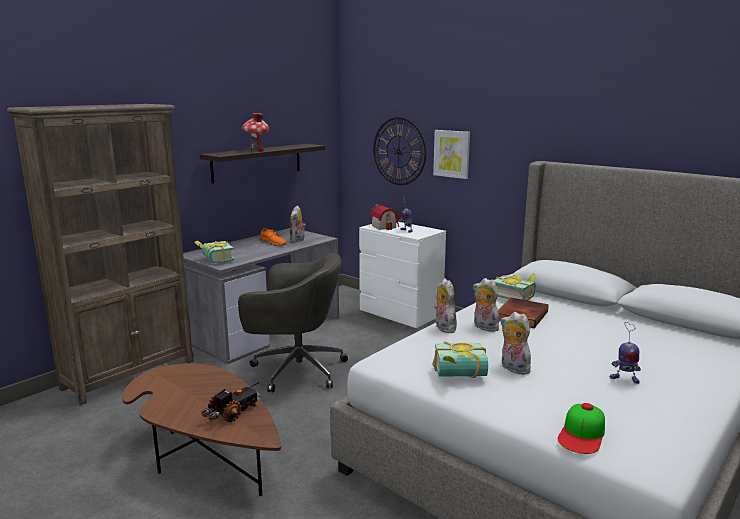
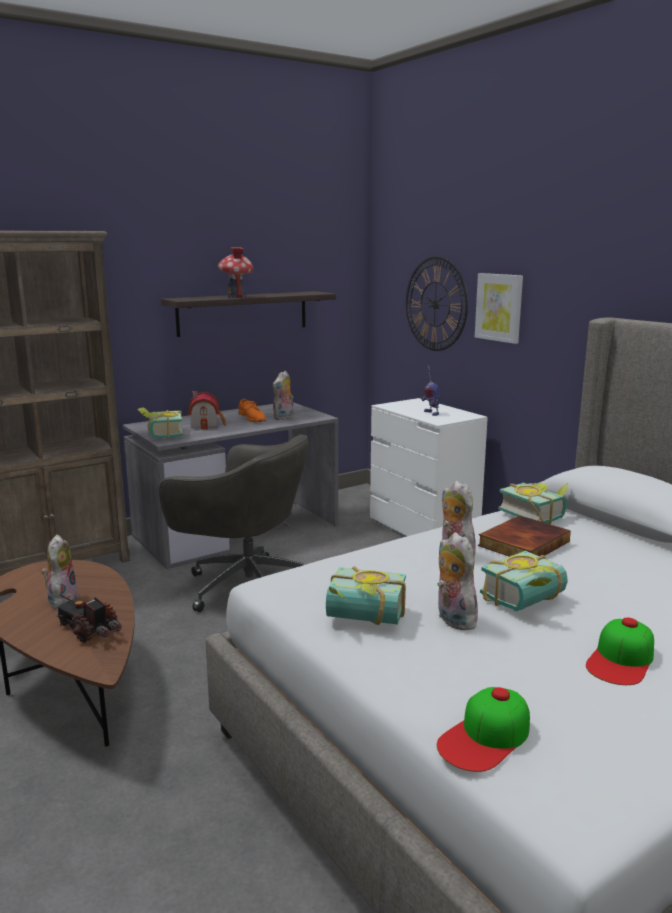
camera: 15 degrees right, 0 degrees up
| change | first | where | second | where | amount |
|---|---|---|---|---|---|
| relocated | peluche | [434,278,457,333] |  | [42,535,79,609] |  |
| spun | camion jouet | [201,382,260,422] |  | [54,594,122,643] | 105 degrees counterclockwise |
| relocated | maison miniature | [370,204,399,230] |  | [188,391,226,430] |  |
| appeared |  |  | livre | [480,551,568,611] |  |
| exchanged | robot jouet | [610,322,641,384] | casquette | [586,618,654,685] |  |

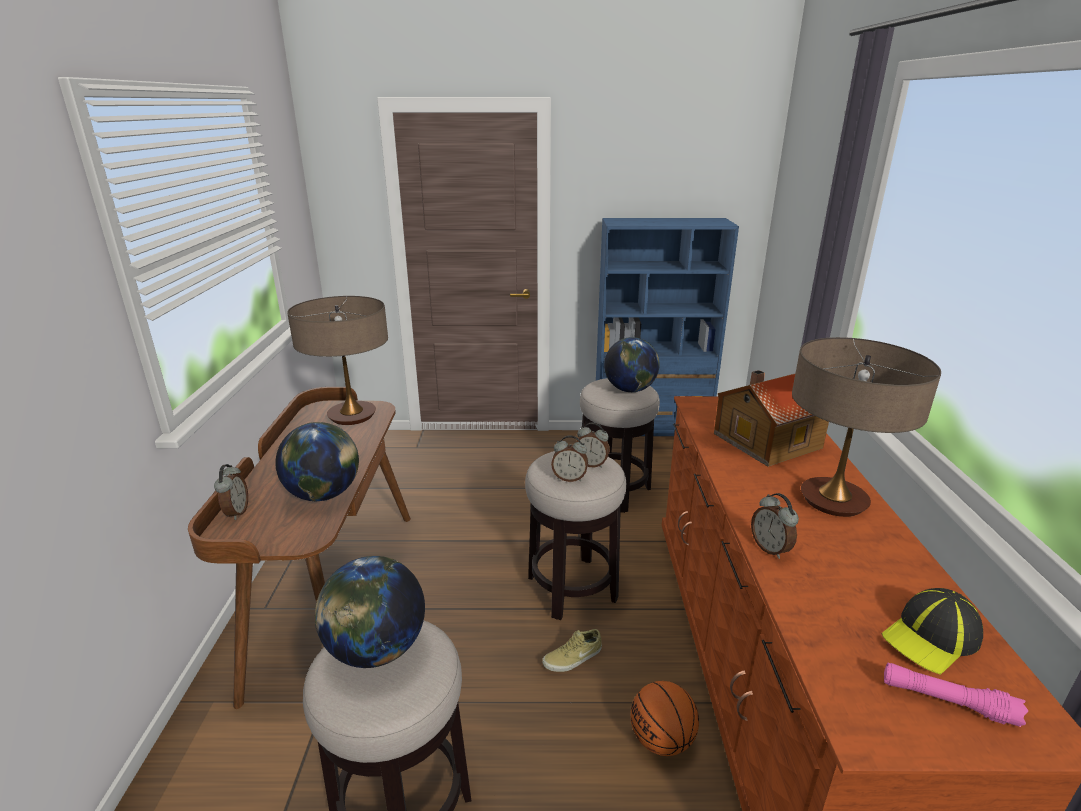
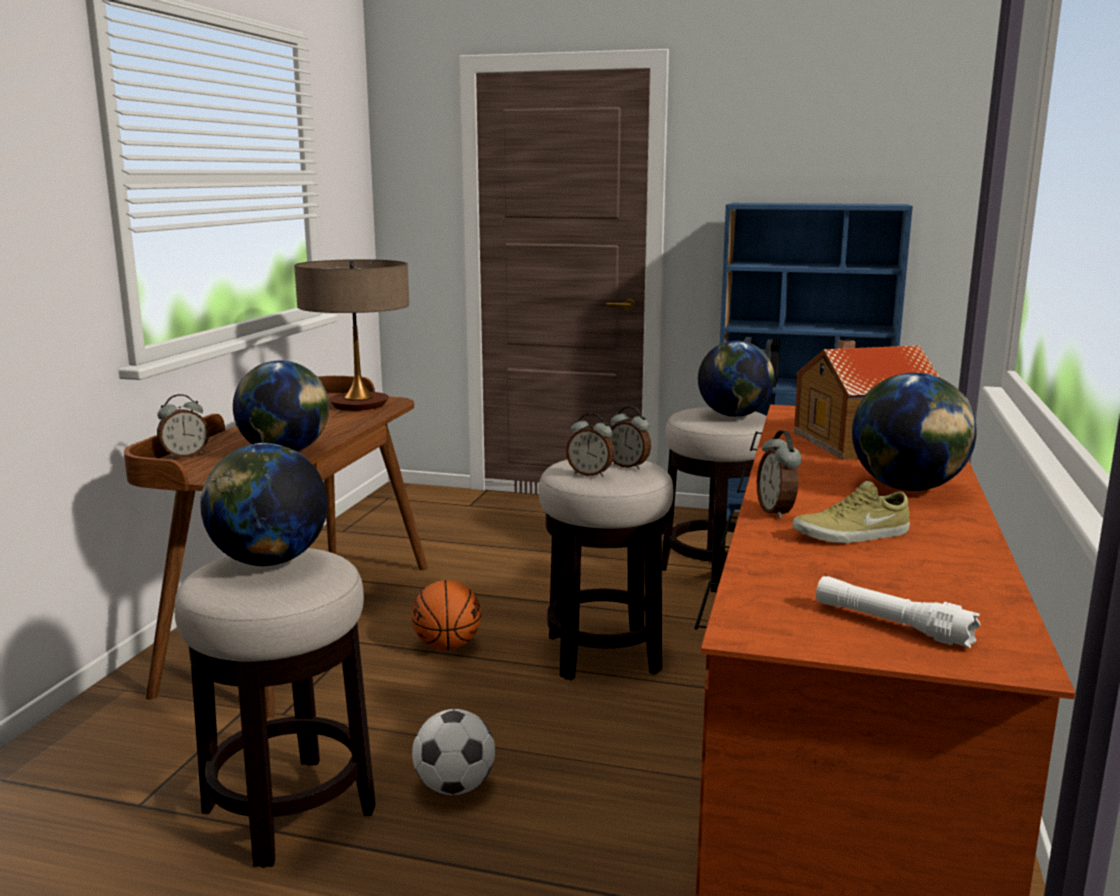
camera: 15 degrees right, 10 degrees down
| change | first | where | second | where | amount |
|---|---|---|---|---|---|
| spun | réveil | [214,464,248,520] |  | [157,394,209,459] | 45 degrees clockwise |
| relocated | ballon de basket | [630,681,699,756] |  | [412,580,481,650] |  |
| appeared |  |  | ballon de foot | [412,709,495,795] |  |
| relocated | chaussure (beige) | [542,629,602,672] |  | [792,481,910,543] |  |
| colour | lampe de poche (rose) | [884,663,1028,727] | lampe de poche (blanc) | [816,576,981,648] |  |
| exchanged | lampe de table | [792,337,941,517] | globe | [852,373,977,492] |  |
| missing | casquette | [882,588,983,675] |  |  |  |

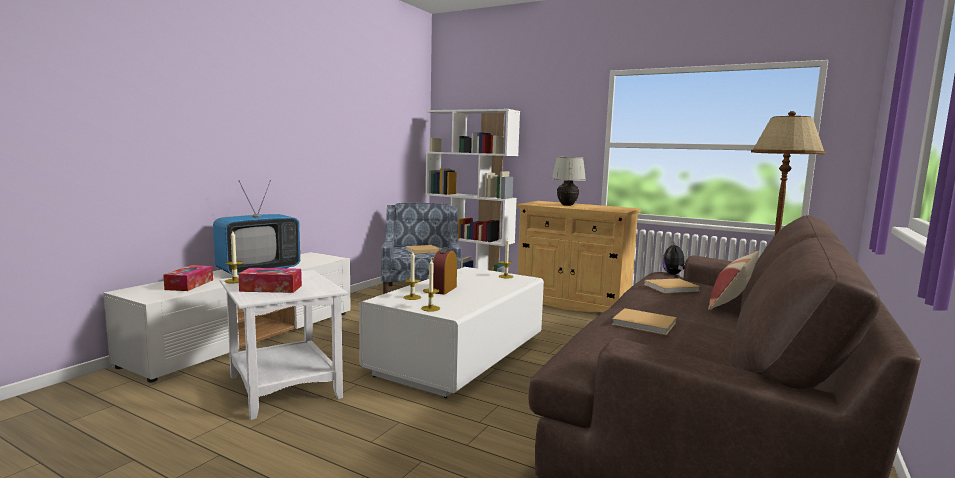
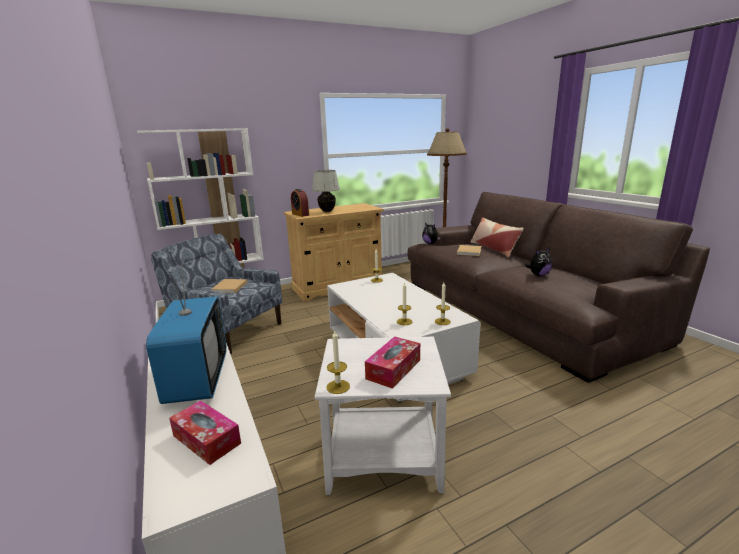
camera: 55 degrees left, 10 degrees up
| change | first | where | second | where | amount |
|---|---|---|---|---|---|
| relocated | réveil | [433,248,457,295] |  | [291,189,309,217] |  |
| exchanged | livre (beige) | [612,308,676,335] | peluche | [525,248,552,276] |  |

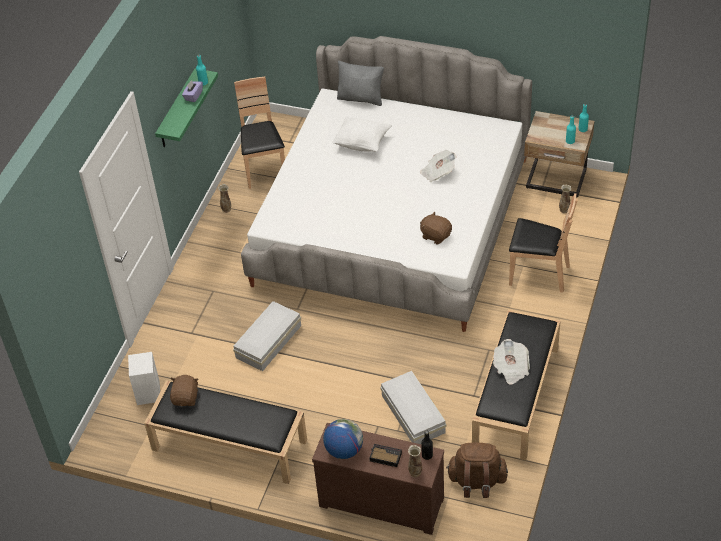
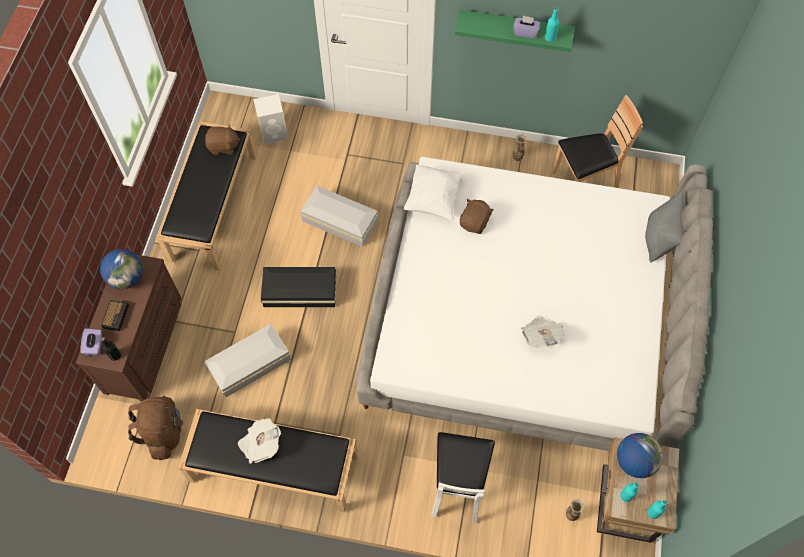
camera: 80 degrees right, 15 degrees up
| change | first | where | second | where | amount |
|---|---|---|---|---|---|
| exchanged | vase | [408,445,422,477] | boîte à mouchoirs (violet) | [81,329,102,356] |  |
| appeared |  |  | boîte de rangement (noir) | [261,267,336,307] |  |
| relocated | coussin (blanc) | [332,117,392,152] |  | [404,165,464,221] |  |
| colour | chaise (marron) | [509,193,578,293] | chaise (blanc) | [431,432,495,524] |  |
| relocated | peluche (marron) | [420,211,452,245] |  | [460,199,493,234] |  |
| appeared |  |  | globe | [617,433,663,478] |  |

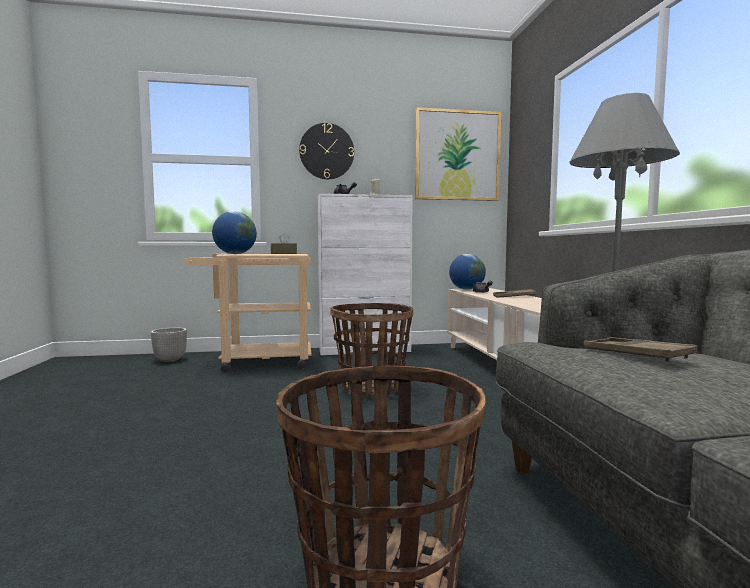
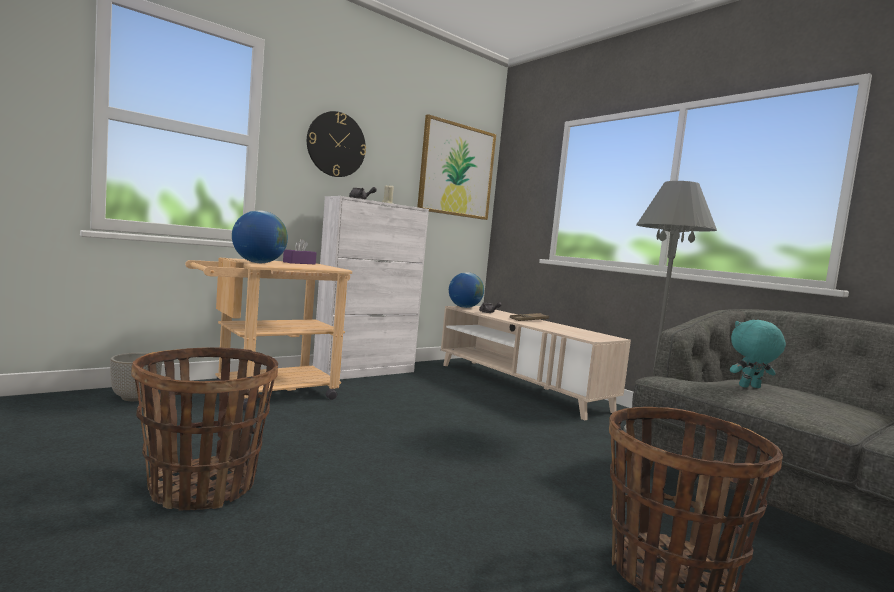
camera: 30 degrees left, 0 degrees up
| change | first | where | second | where | amount |
|---|---|---|---|---|---|
| relocated | panier | [330,303,413,398] |  | [131,347,278,510] |  |
| colour | boîte à mouchoirs (marron) | [271,233,297,254] | boîte à mouchoirs (violet) | [283,239,317,264] |  |
| exchanged | plateau (marron) | [583,337,697,362] | peluche (turquoise) | [730,320,786,388] |  |

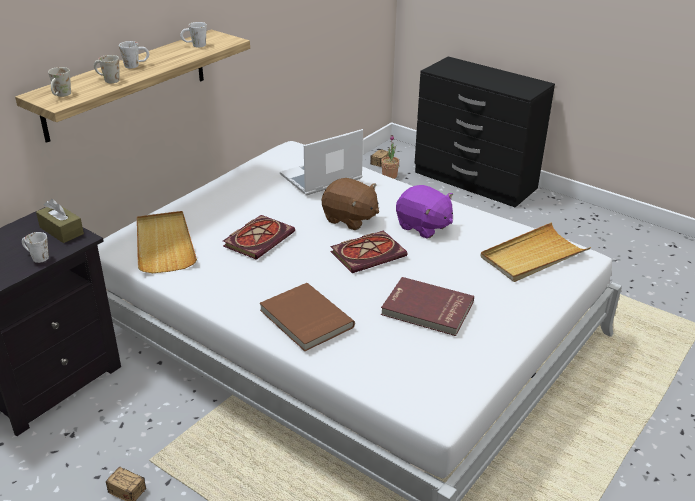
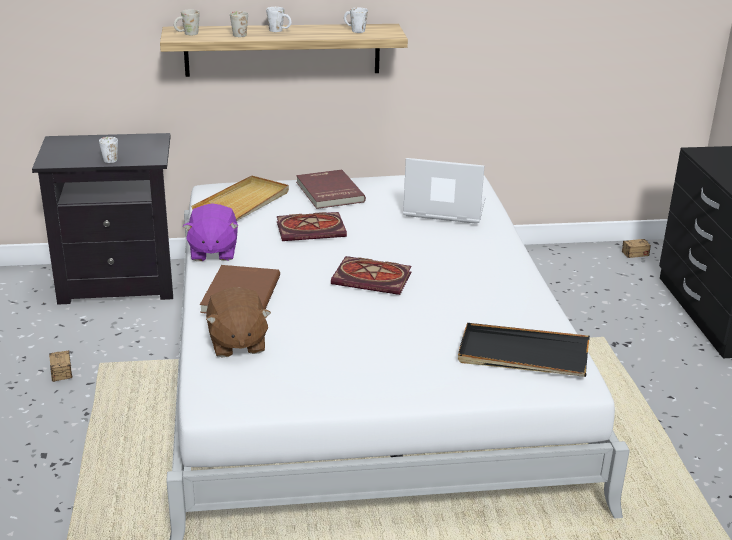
camera: 45 degrees right, 5 degrees down
| change | first | where | second | where | amount |
|---|---|---|---|---|---|
| relocated | peluche (violet) | [396,185,453,239] |  | [183,203,238,261] |  |
| relocated | peluche (marron) | [322,178,379,230] |  | [206,287,271,357] |  |
| relocated | livre (rouge) | [381,277,474,336] |  | [296,170,366,209] |  |
| colour | plateau (beige) | [480,222,591,282] | plateau (noir) | [458,323,590,377] |  |
| missing | boîte à mouchoirs (marron) | [36,199,84,243] |  |  |  |
| missing | plante en pot | [381,135,399,179] |  |  |  |

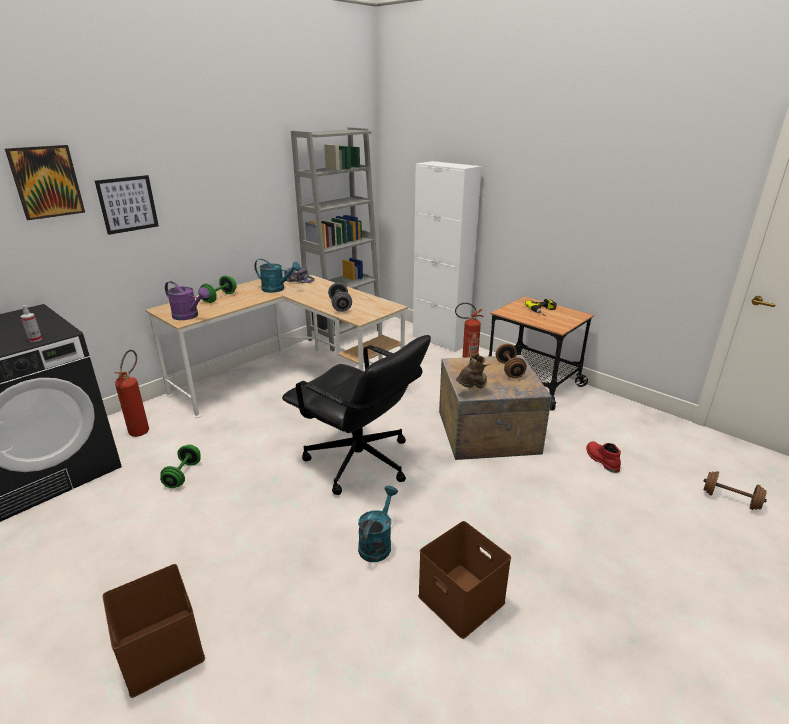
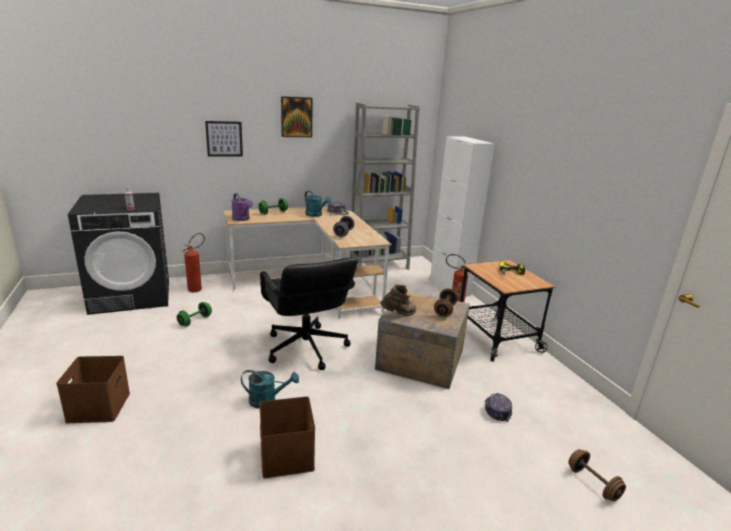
camera: 25 degrees right, 5 degrees down
| change | first | where | second | where | amount |
|---|---|---|---|---|---|
| spun | arrosoir (turquoise) | [358,486,398,562] |  | [241,370,299,408] | 45 degrees clockwise |
| relocated | tableau | [5,145,85,220] |  | [281,96,313,137] |  |
| exchanged | botte (rouge) | [586,441,621,473] | casquette | [485,393,512,422] |  |

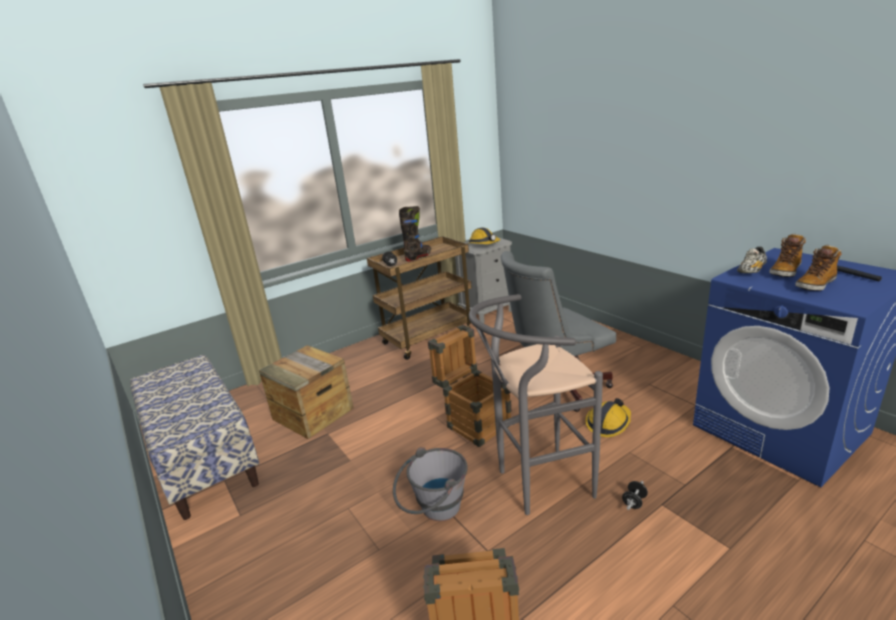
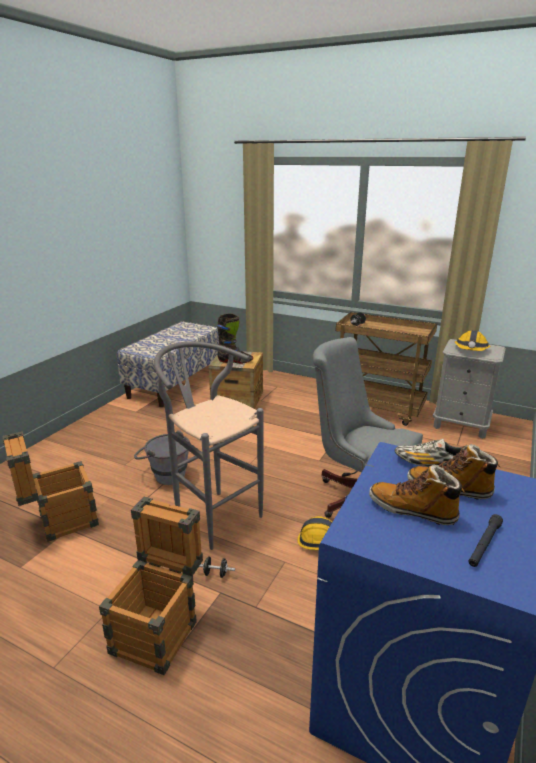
camera: 60 degrees right, 0 degrees up
| change | first | where | second | where | amount |
|---|---|---|---|---|---|
| relocated | caisse | [428,325,512,447] |  | [99,497,203,675] |  |
| relocated | botte (noir) | [399,206,431,262] |  | [217,313,253,364] |  |

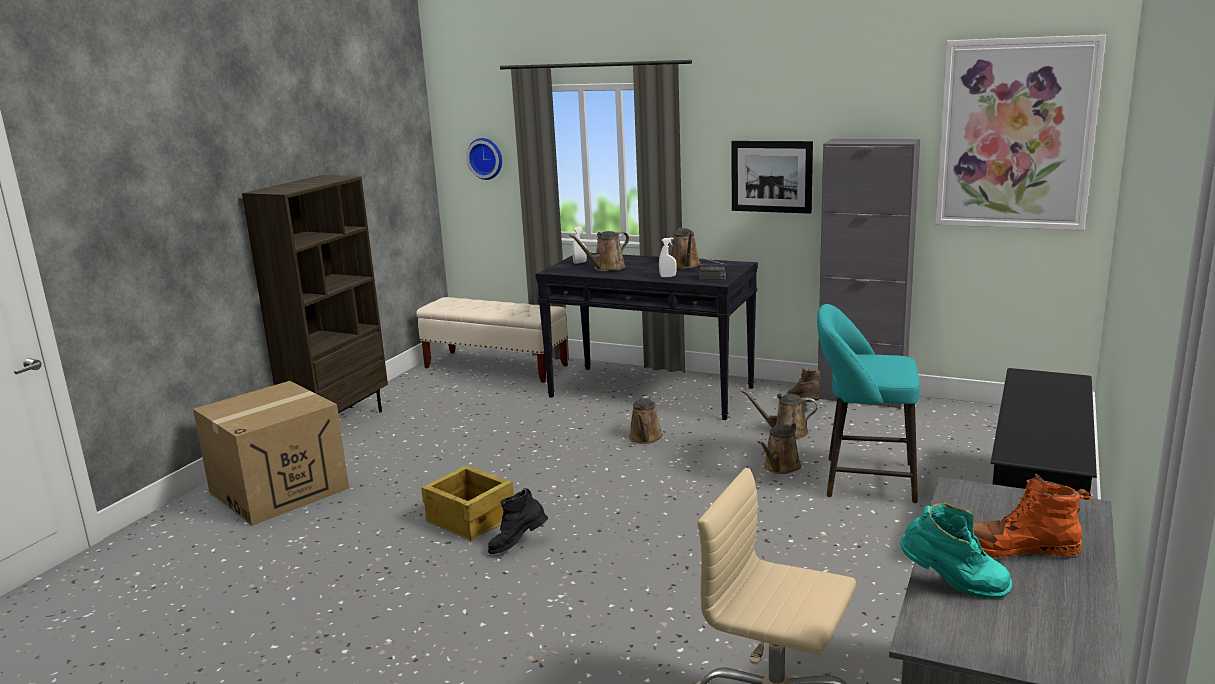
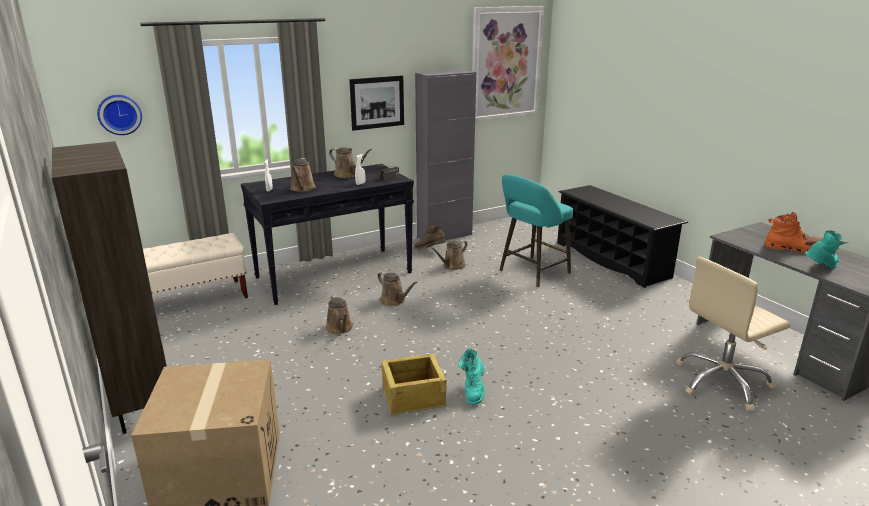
camera: 55 degrees left, 5 degrees up
| change | first | where | second | where | amount |
|---|---|---|---|---|---|
| relocated | arrosoir (marron) | [758,422,801,474] |  | [326,295,353,334] |  |
| colour | botte (noir) | [488,488,548,554] | botte (turquoise) | [458,348,485,405] |  |
| spun | botte (orange) | [973,473,1091,558] |  | [764,212,823,253] | 120 degrees counterclockwise |

